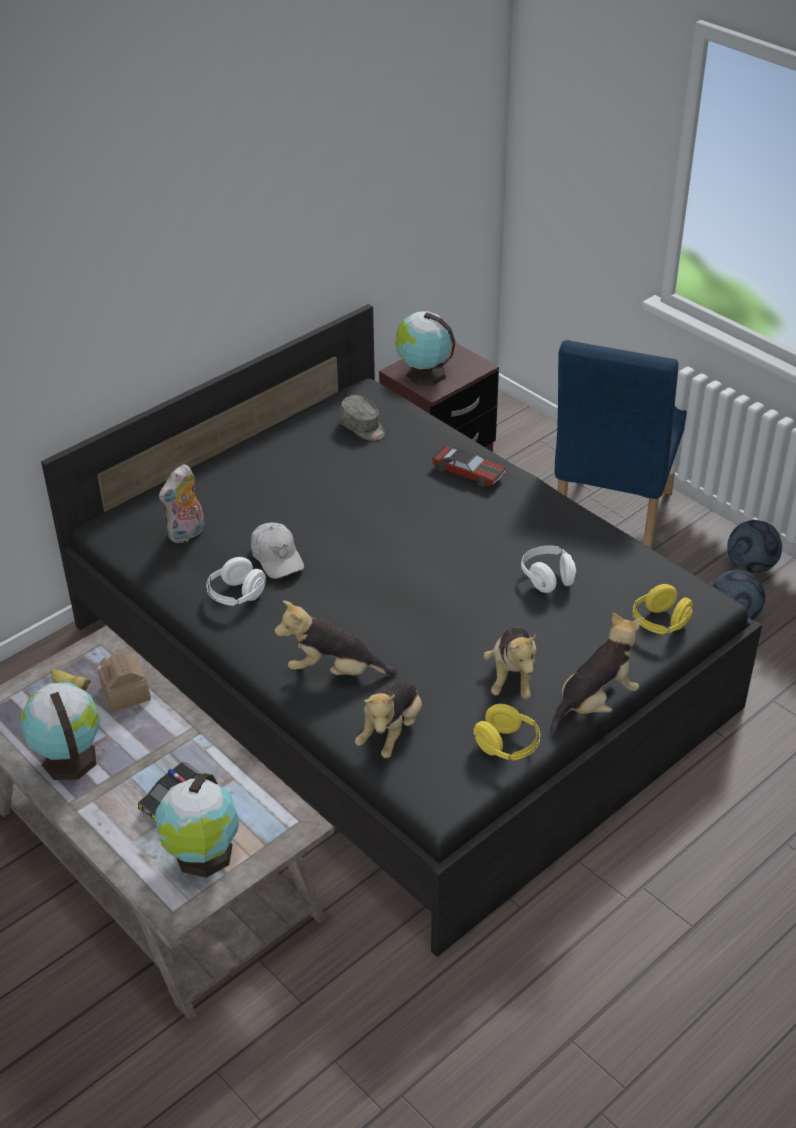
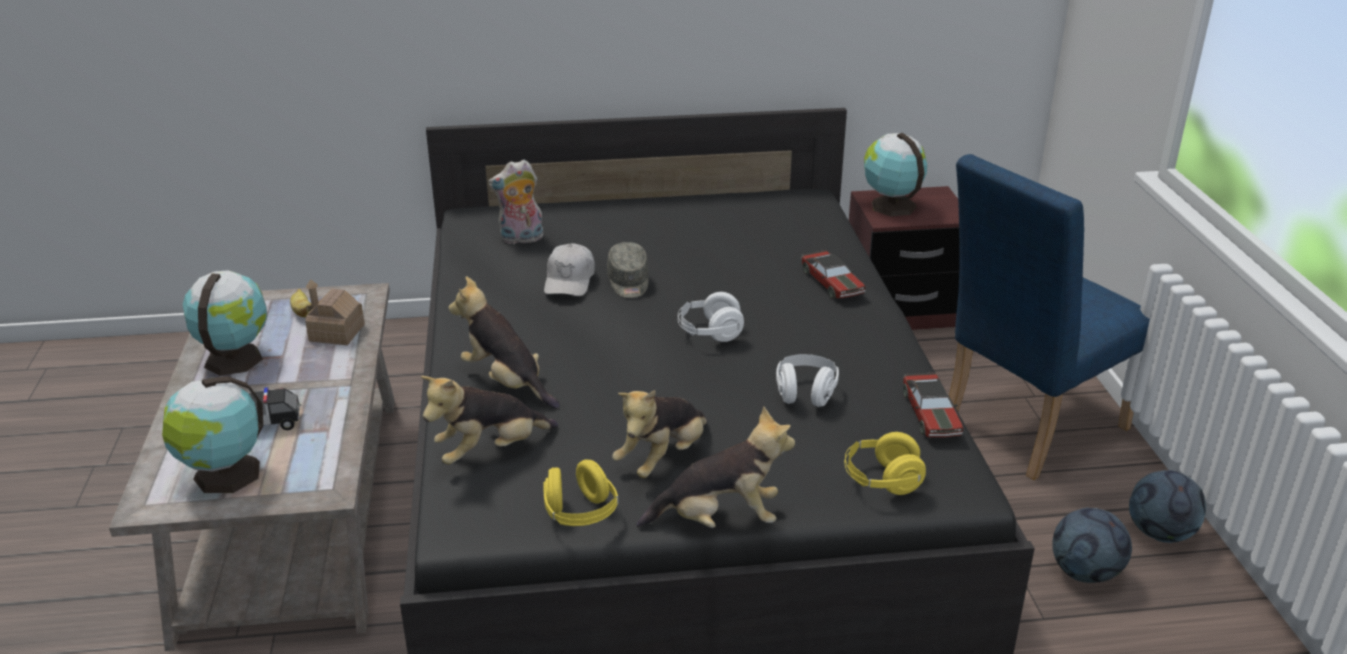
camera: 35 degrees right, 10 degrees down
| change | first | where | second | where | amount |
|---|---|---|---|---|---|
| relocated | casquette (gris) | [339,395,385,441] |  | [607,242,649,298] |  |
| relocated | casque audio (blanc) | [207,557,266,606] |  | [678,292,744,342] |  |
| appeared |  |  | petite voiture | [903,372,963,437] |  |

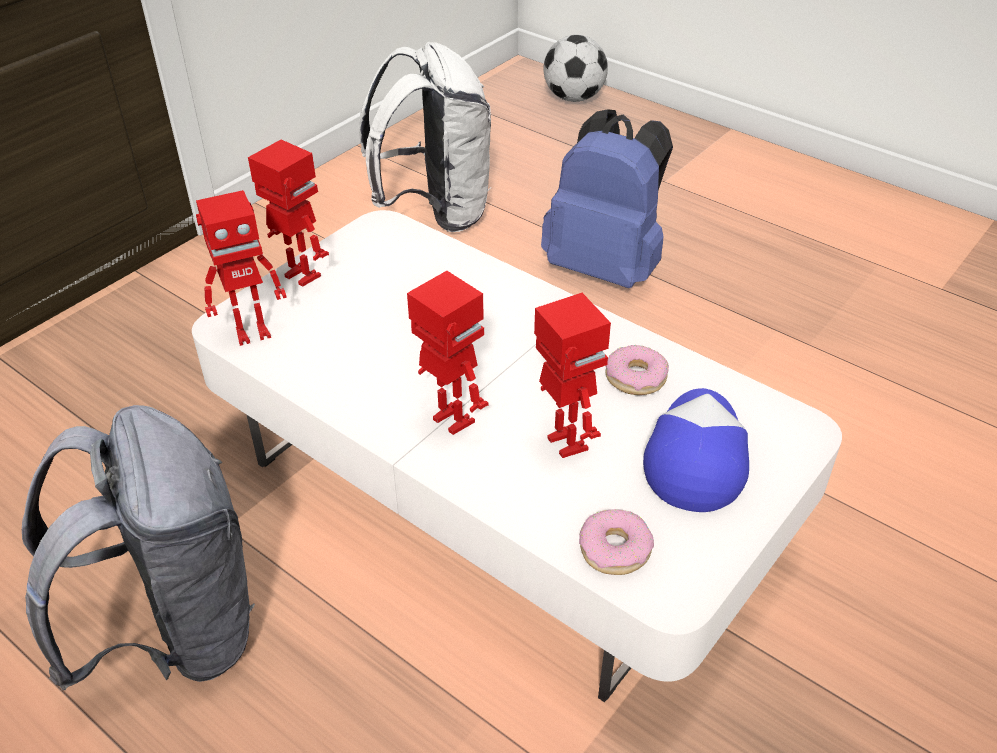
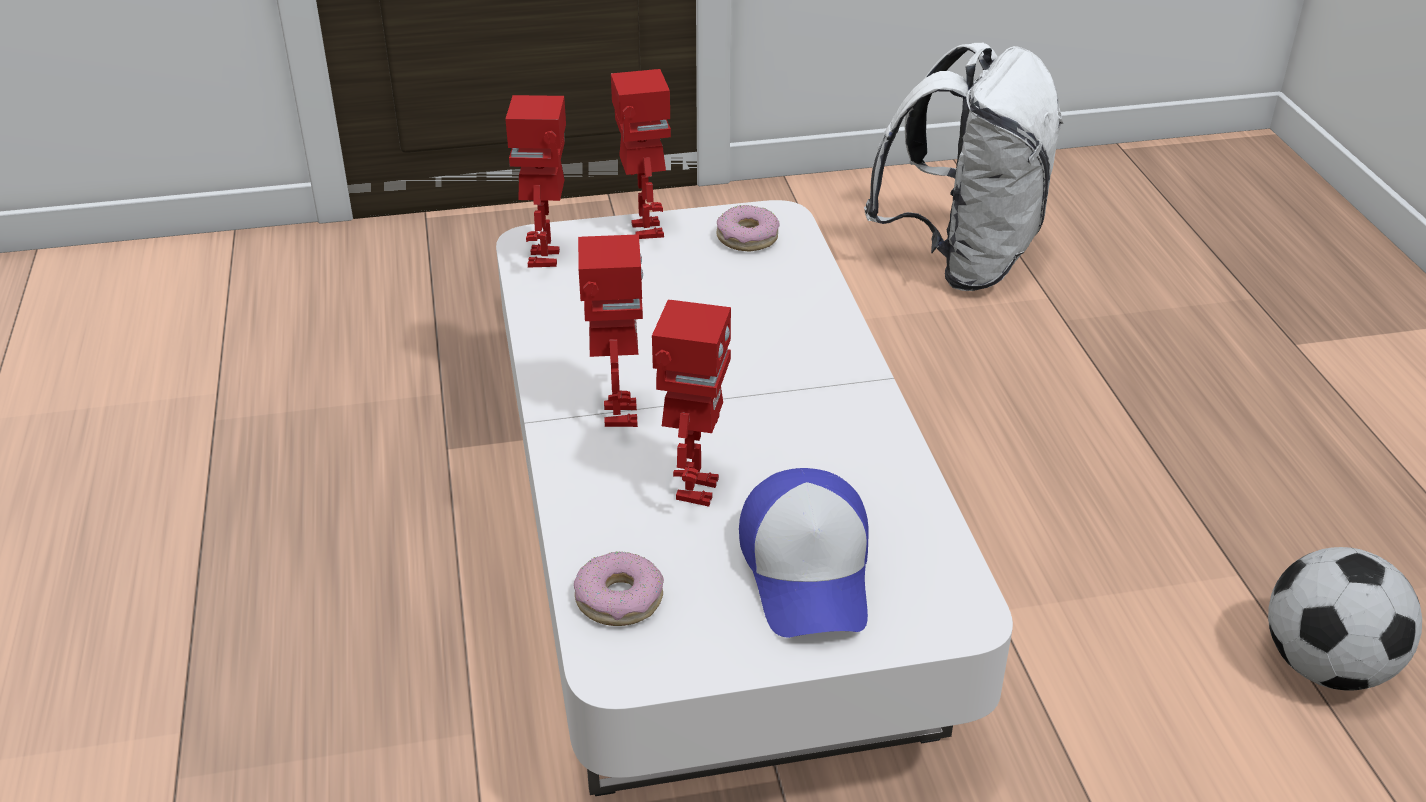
camera: 40 degrees right, 5 degrees down
| change | first | where | second | where | amount |
|---|---|---|---|---|---|
| spun | robot jouet | [196,190,287,346] |  | [505,95,566,268] | 75 degrees clockwise |
| relocated | beignet | [606,345,669,395] |  | [716,205,780,251] |  |
| spun | casquette | [643,388,749,512] |  | [739,468,869,638] | 120 degrees clockwise |
| relocated | ballon de foot | [544,35,608,102] |  | [1268,547,1422,690] |  |
| missing | sac à dos (gris) | [22,405,255,690] |  |  |  |
| missing | sac à dos (bleu) | [541,109,673,288] |  |  |  |

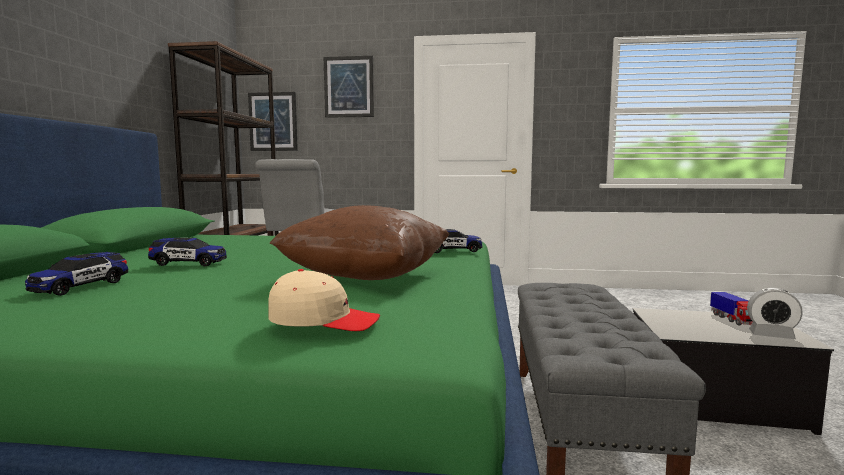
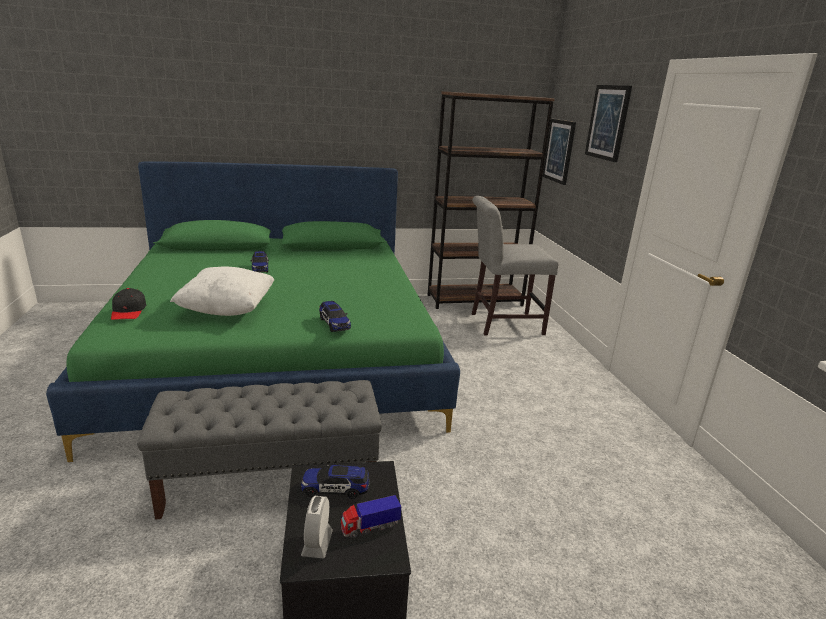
camera: 70 degrees right, 15 degrees up
| change | first | where | second | where | amount |
|---|---|---|---|---|---|
| colour | casquette (beige) | [268,269,380,331] | casquette (noir) | [111,288,146,320] |  |
| colour | coussin (marron) | [270,205,449,280] | coussin (blanc) | [170,266,274,316] |  |
| relocated | petite voiture | [25,252,128,296] |  | [301,465,370,499] |  |

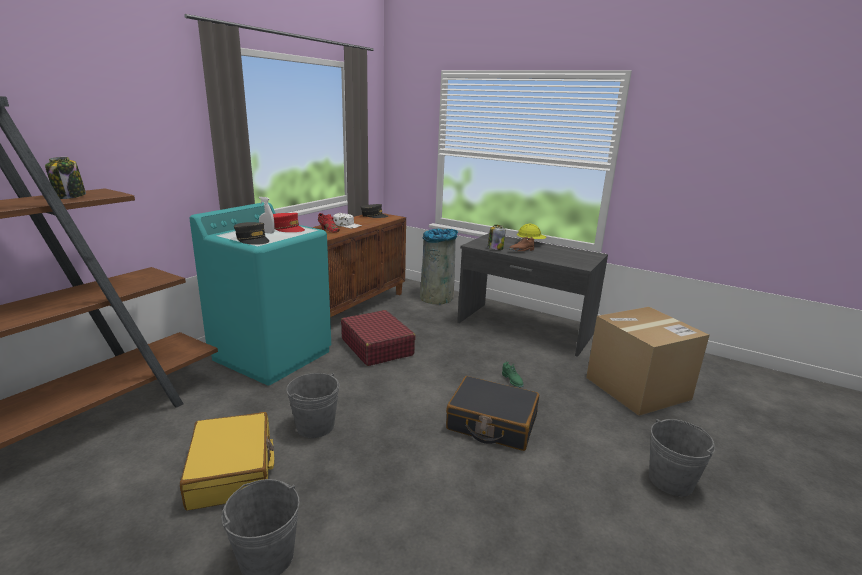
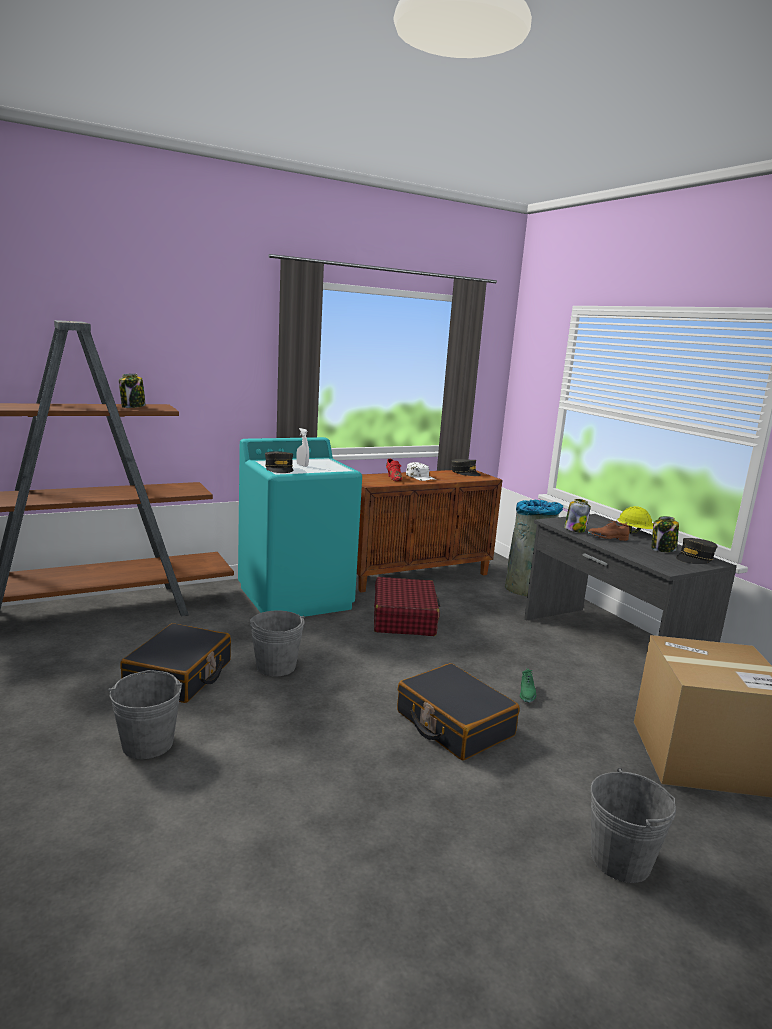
camera: 30 degrees right, 5 degrees down
| change | first | where | second | where | amount |
|---|---|---|---|---|---|
| colour | valise (jaune) | [180,412,274,510] | valise (noir) | [120,623,231,703] |  |
| appeared |  |  | bocal | [651,516,679,552] |  |
| appeared |  |  | casquette (gris) | [676,538,717,564] |  |
| missing | casquette (rouge) | [273,213,305,232] |  |  |  |

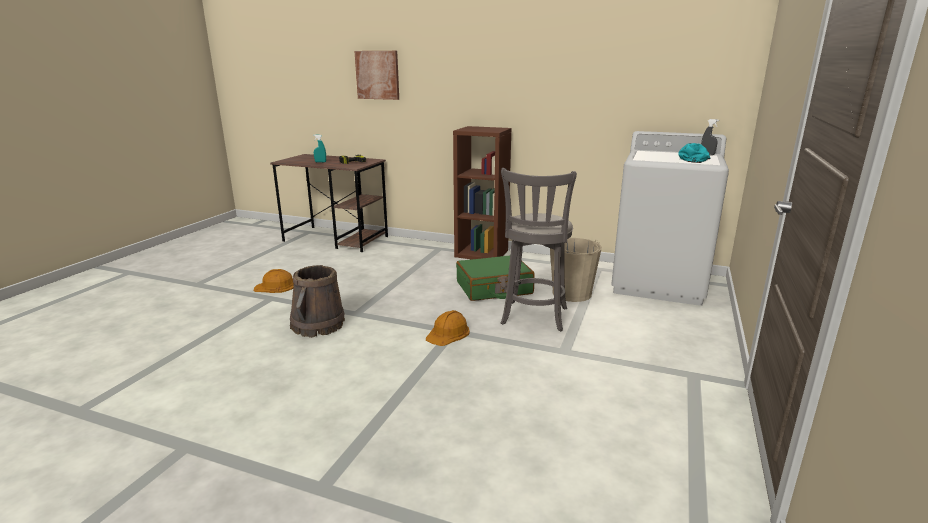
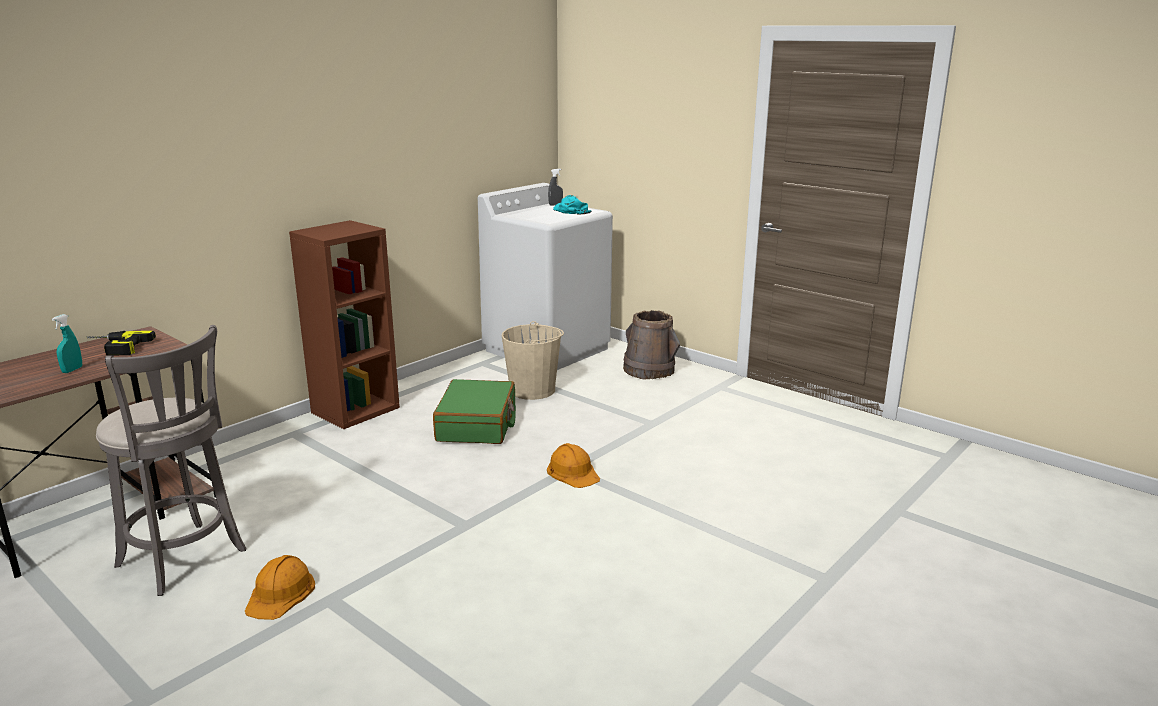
camera: 70 degrees left, 0 degrees up
| change | first | where | second | where | amount |
|---|---|---|---|---|---|
| relocated | tabouret (gris) | [501,168,577,332] |  | [96,325,246,596] |  |
| relocated | seau (marron) | [290,265,345,338] |  | [623,310,680,379] |  |
| missing | tableau | [354,51,399,100] |  |  |  |

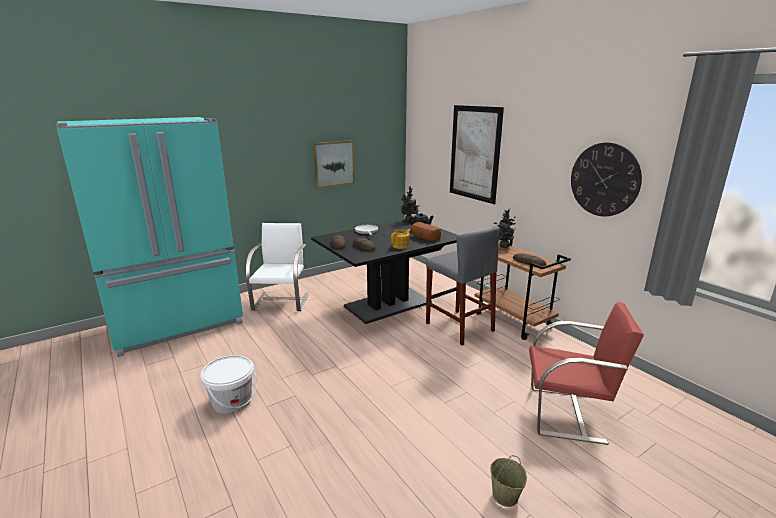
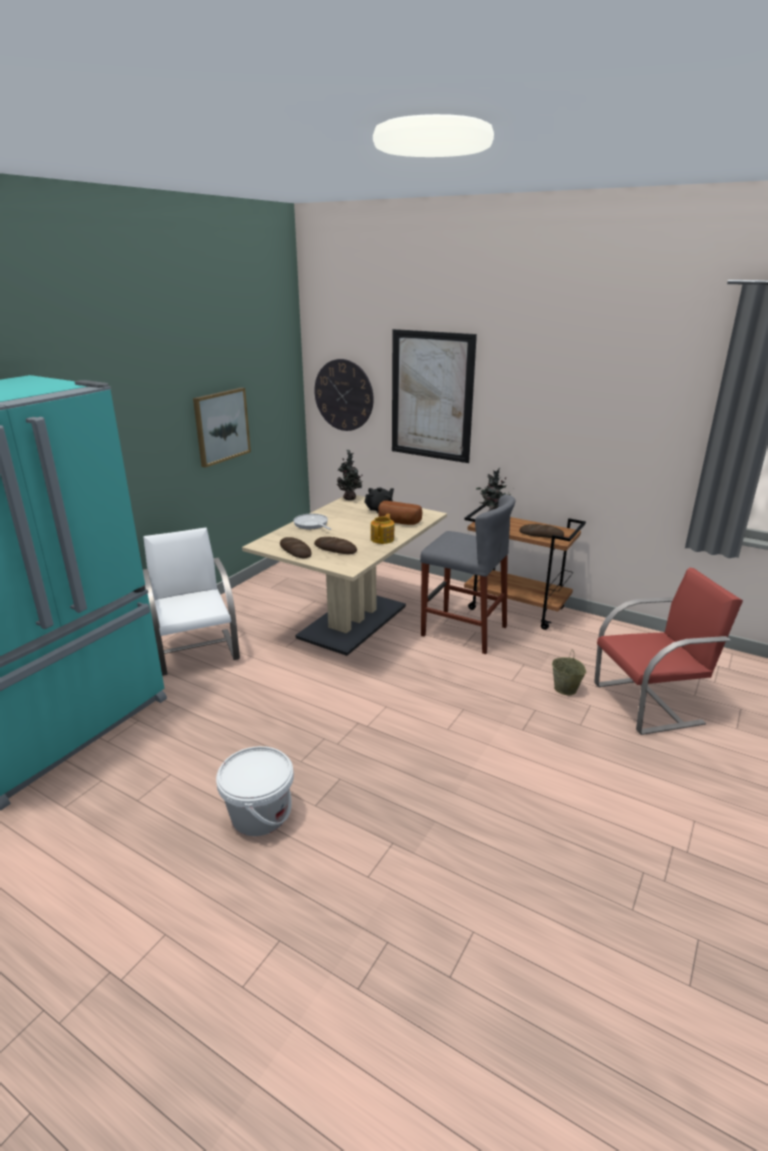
camera: 25 degrees left, 5 degrees up
| change | first | where | second | where | amount |
|---|---|---|---|---|---|
| colour | table à manger (noir) | [311,220,459,324] | table à manger (beige) | [242,495,447,656] |  |
| relocated | horloge murale | [571,142,642,216] |  | [314,359,374,431] |  |
| relocated | seau (beige) | [490,455,527,507] |  | [552,650,586,695] |  |

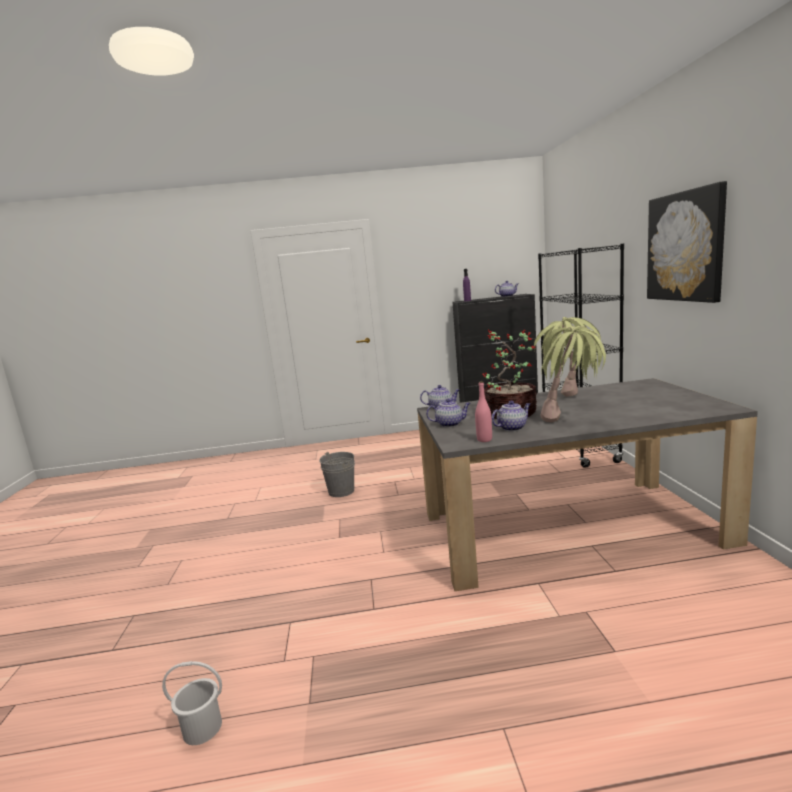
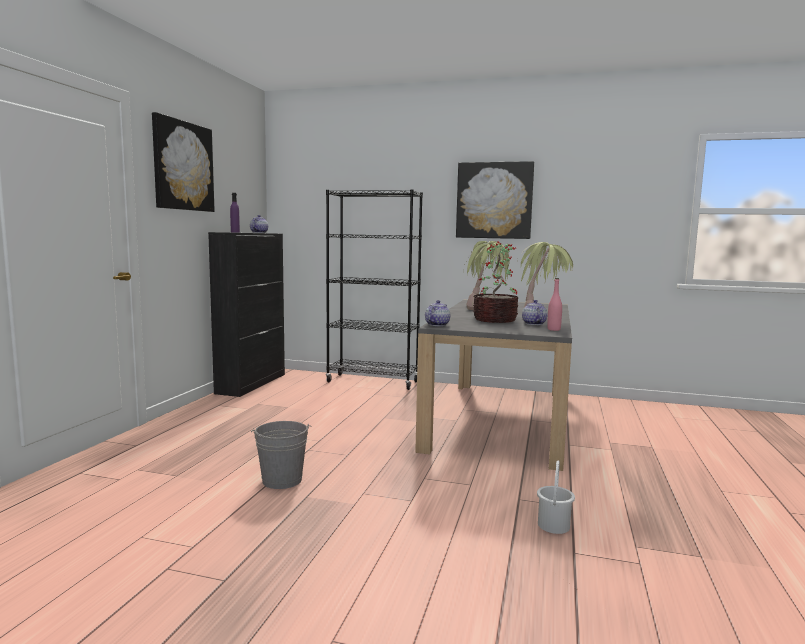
camera: 70 degrees left, 5 degrees down
| change | first | where | second | where | amount |
|---|---|---|---|---|---|
| appeared |  |  | tableau | [152,112,215,212] |  |
| relocated | seau (blanc) | [162,661,222,745] |  | [537,461,575,534] |  |
| missing | théière | [426,399,470,427] |  |  |  |

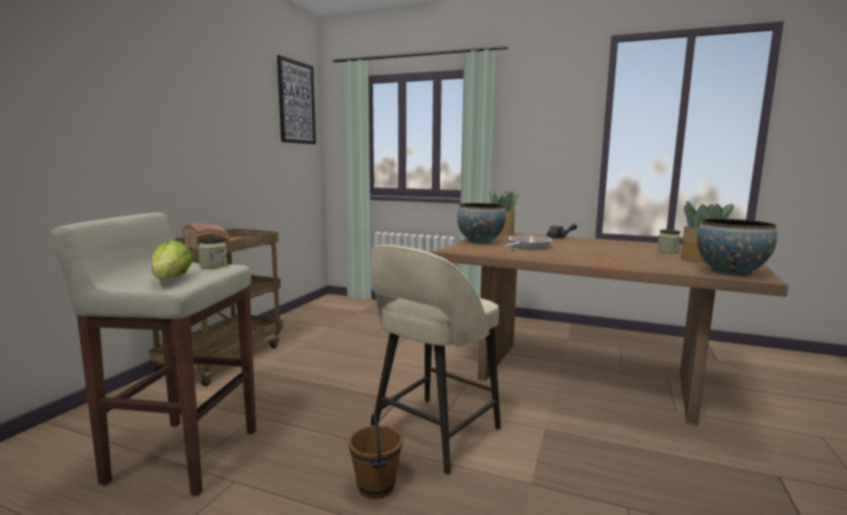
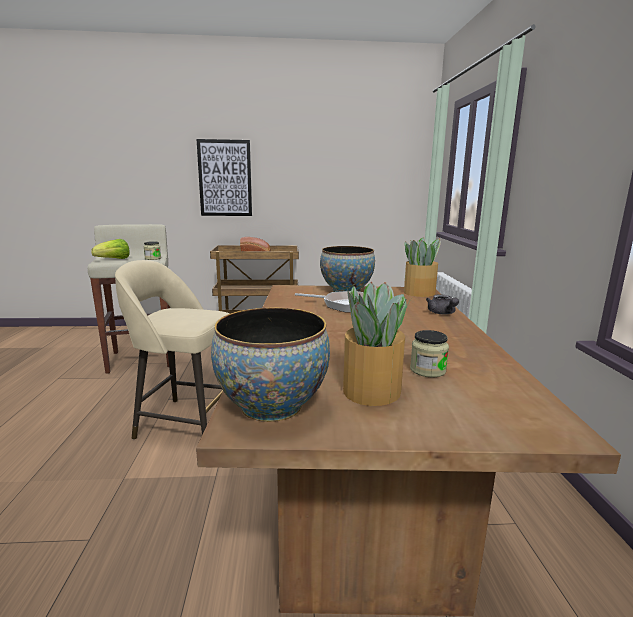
camera: 65 degrees right, 5 degrees up
| change | first | where | second | where | amount |
|---|---|---|---|---|---|
| relocated | tableau | [277,55,316,144] |  | [196,139,252,216] |  |
| missing | seau (marron) | [348,413,402,499] |  |  |  |

